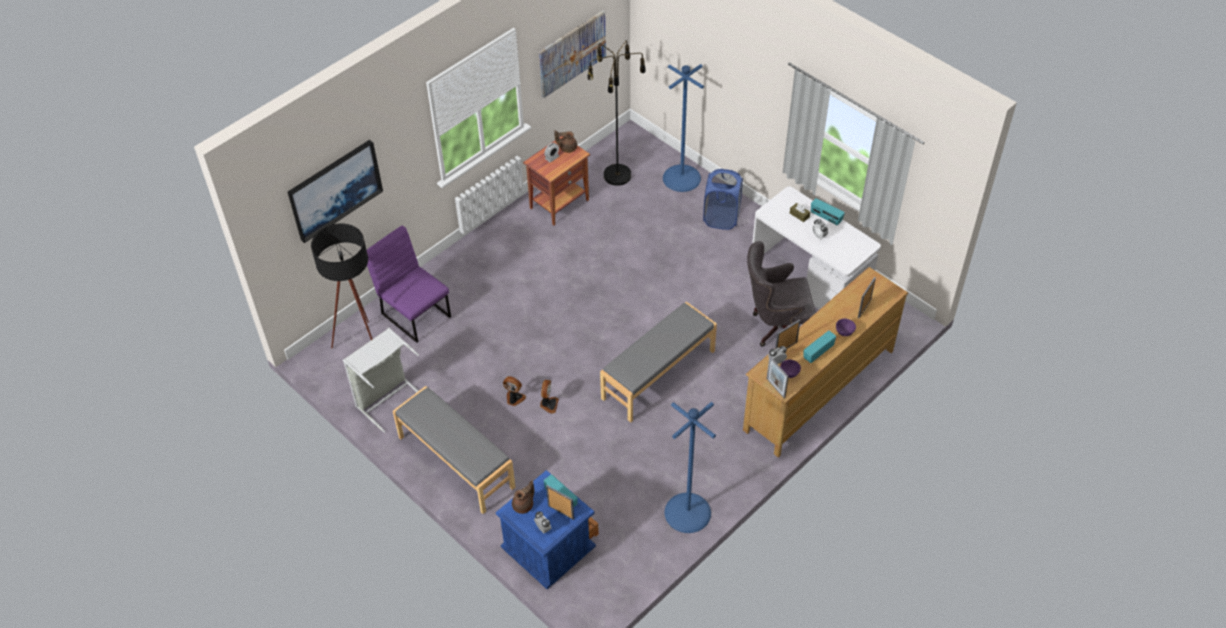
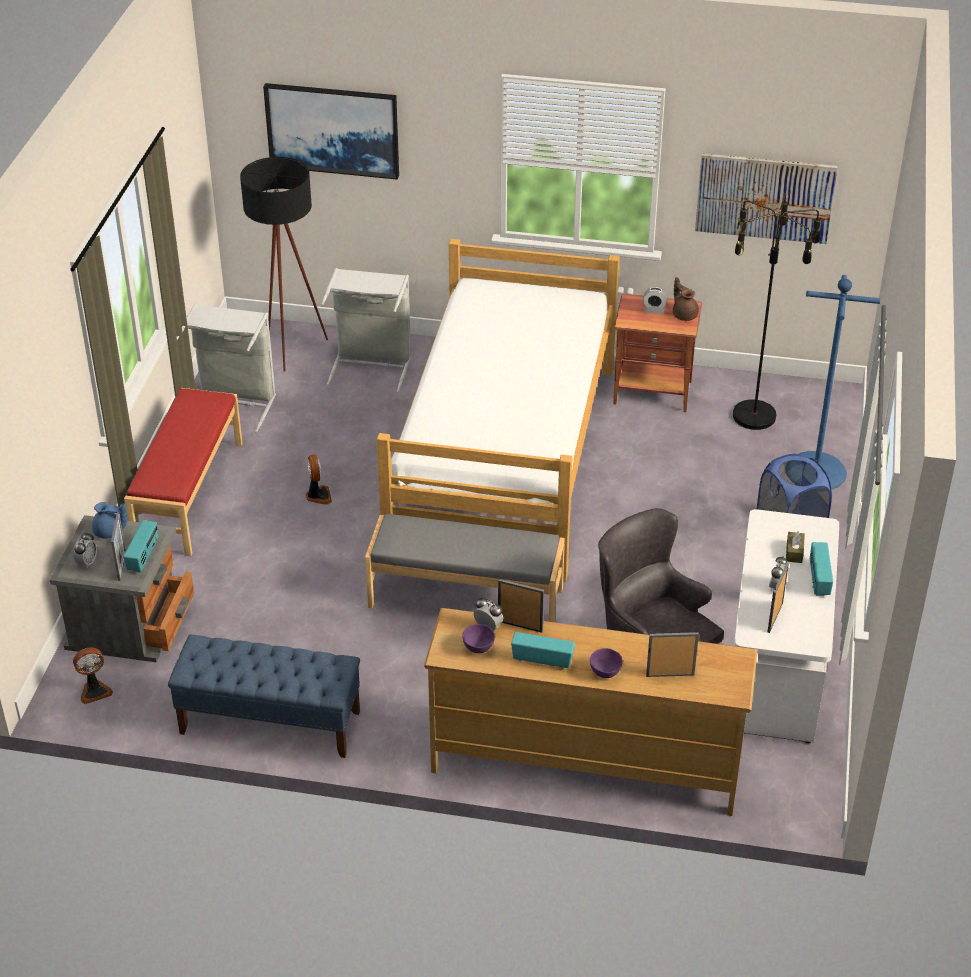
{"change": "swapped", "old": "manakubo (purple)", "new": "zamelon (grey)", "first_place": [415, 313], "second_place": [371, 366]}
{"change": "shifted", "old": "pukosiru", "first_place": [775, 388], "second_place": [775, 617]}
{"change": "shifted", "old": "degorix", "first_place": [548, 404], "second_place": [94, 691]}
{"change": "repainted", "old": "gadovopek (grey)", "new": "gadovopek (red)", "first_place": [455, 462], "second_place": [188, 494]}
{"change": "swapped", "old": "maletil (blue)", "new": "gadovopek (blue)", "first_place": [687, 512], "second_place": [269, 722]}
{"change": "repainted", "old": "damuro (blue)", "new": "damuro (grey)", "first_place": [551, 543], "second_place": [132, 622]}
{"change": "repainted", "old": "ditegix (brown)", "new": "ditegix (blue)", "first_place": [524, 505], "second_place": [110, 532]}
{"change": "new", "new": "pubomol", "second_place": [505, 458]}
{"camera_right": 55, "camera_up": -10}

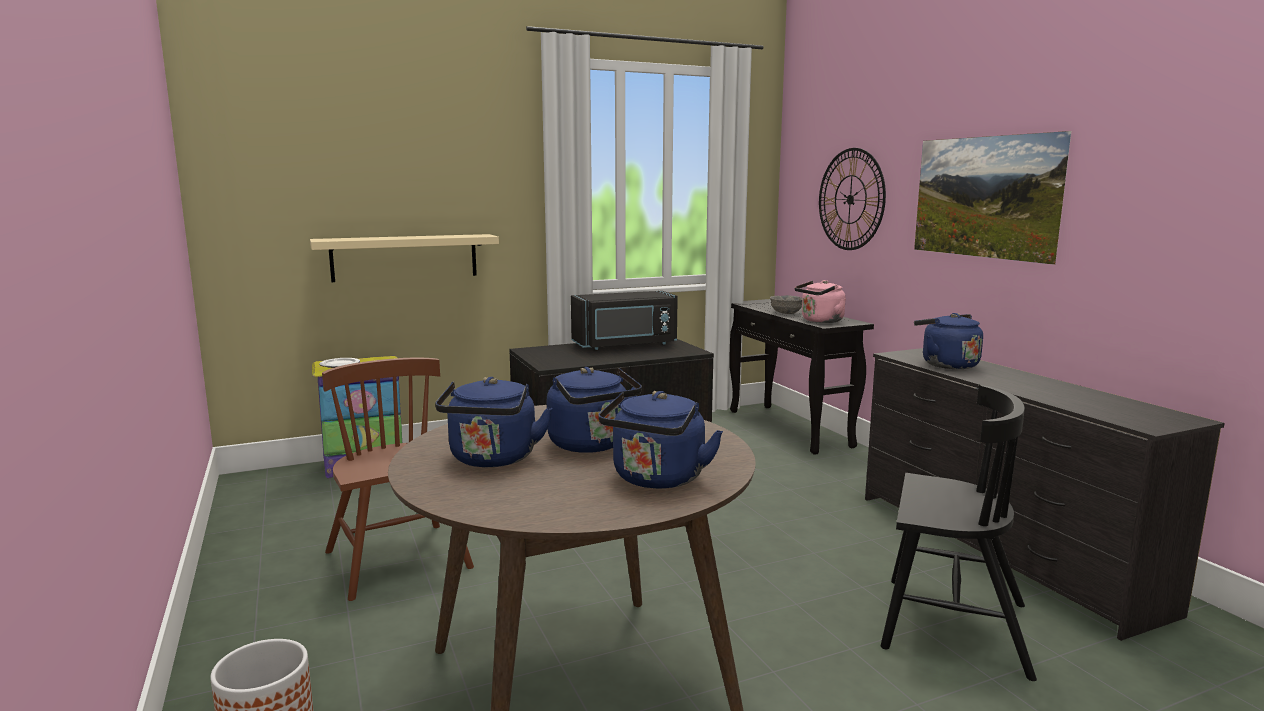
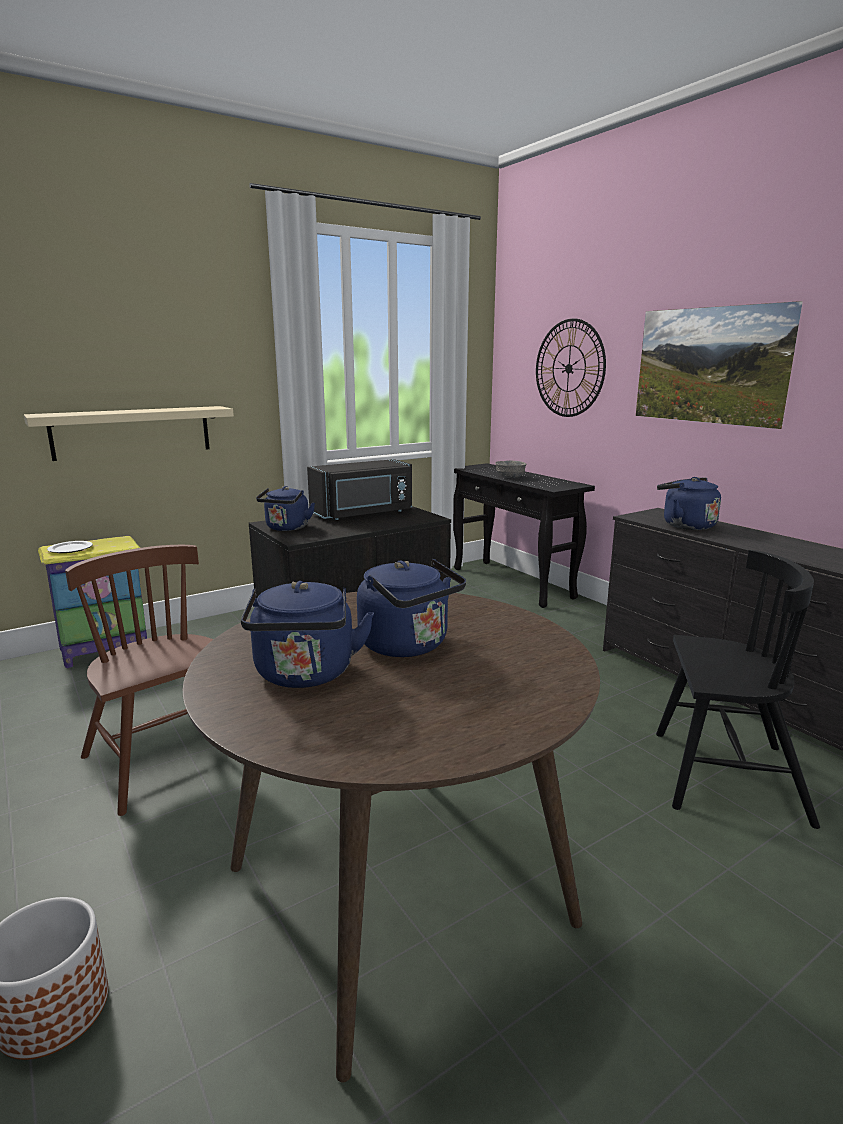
{"change": "gone", "old": "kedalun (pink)", "first_place": [820, 321]}
{"change": "shifted", "old": "kedalun (blue)", "first_place": [657, 480], "second_place": [286, 528]}
{"camera_right": -10, "camera_up": 5}

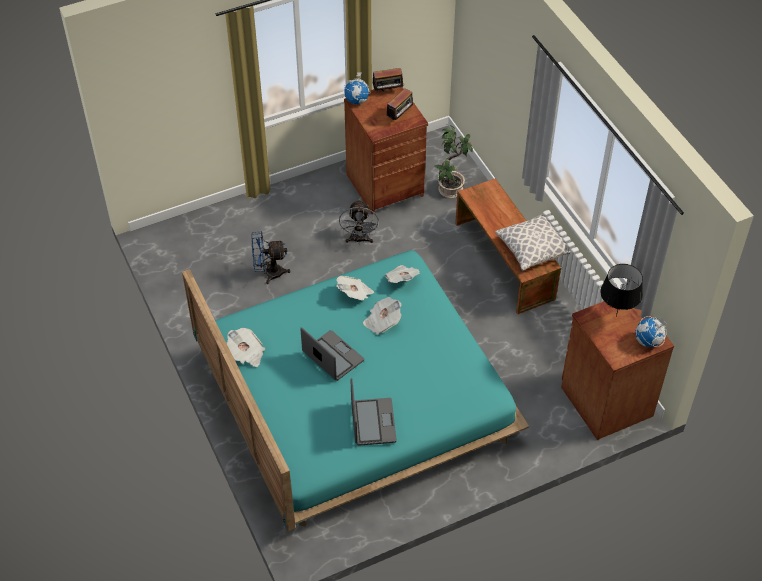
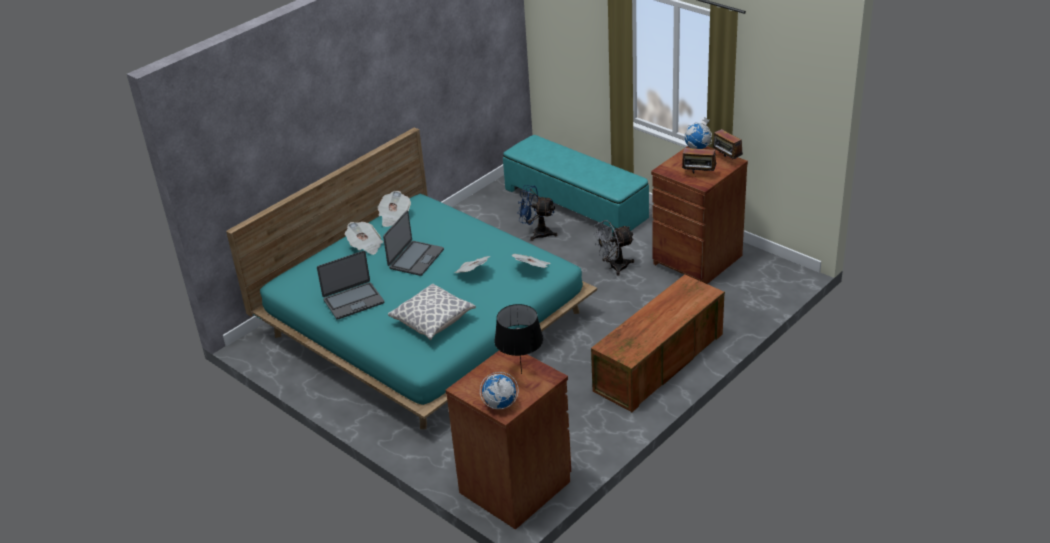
{"change": "gone", "old": "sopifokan", "first_place": [451, 190]}
{"change": "shifted", "old": "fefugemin", "first_place": [531, 250], "second_place": [433, 321]}
{"change": "rotated", "old": "degorix (blue)", "first_place": [269, 273], "second_place": [537, 233], "degrees": -45}
{"change": "shifted", "old": "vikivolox", "first_place": [355, 294], "second_place": [365, 246]}
{"change": "new", "new": "gadovopek (turquoise)", "second_place": [576, 203]}
{"camera_right": 70, "camera_up": -15}

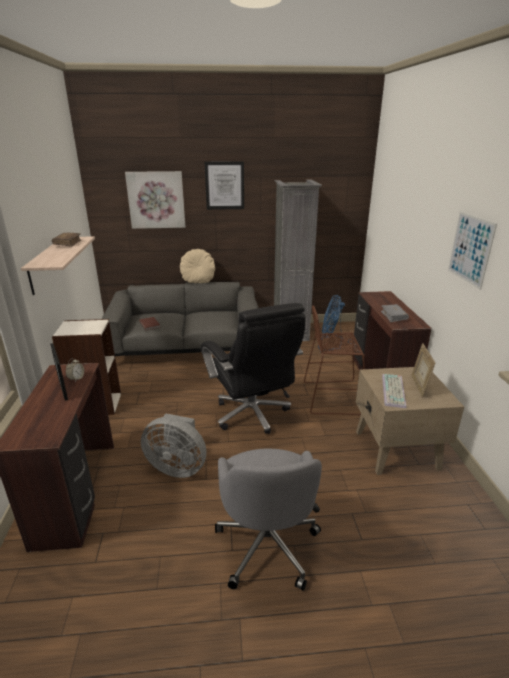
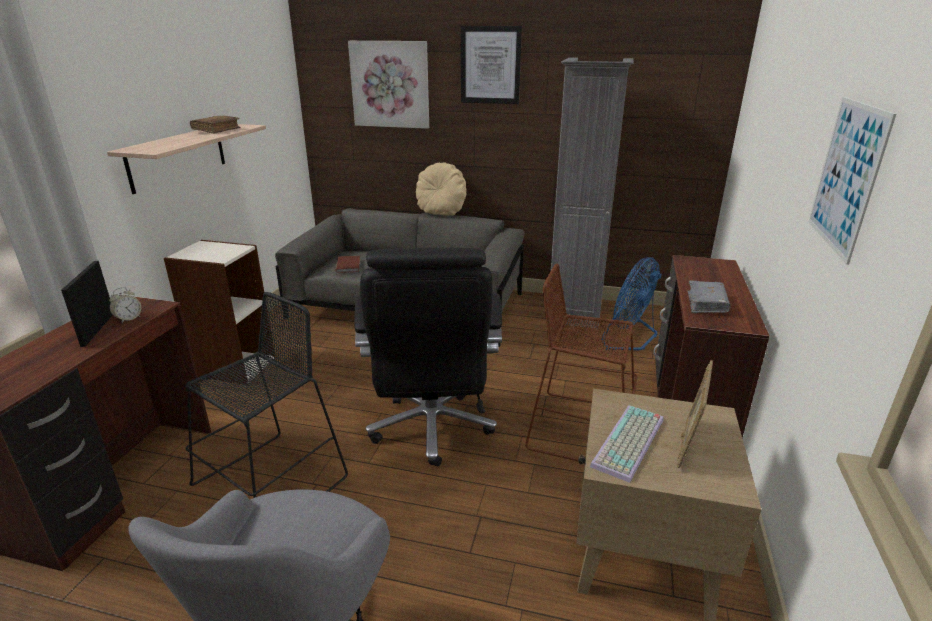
{"change": "swapped", "old": "degorix (grey)", "new": "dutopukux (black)", "first_place": [177, 467], "second_place": [270, 484]}
{"camera_right": 20, "camera_up": 0}

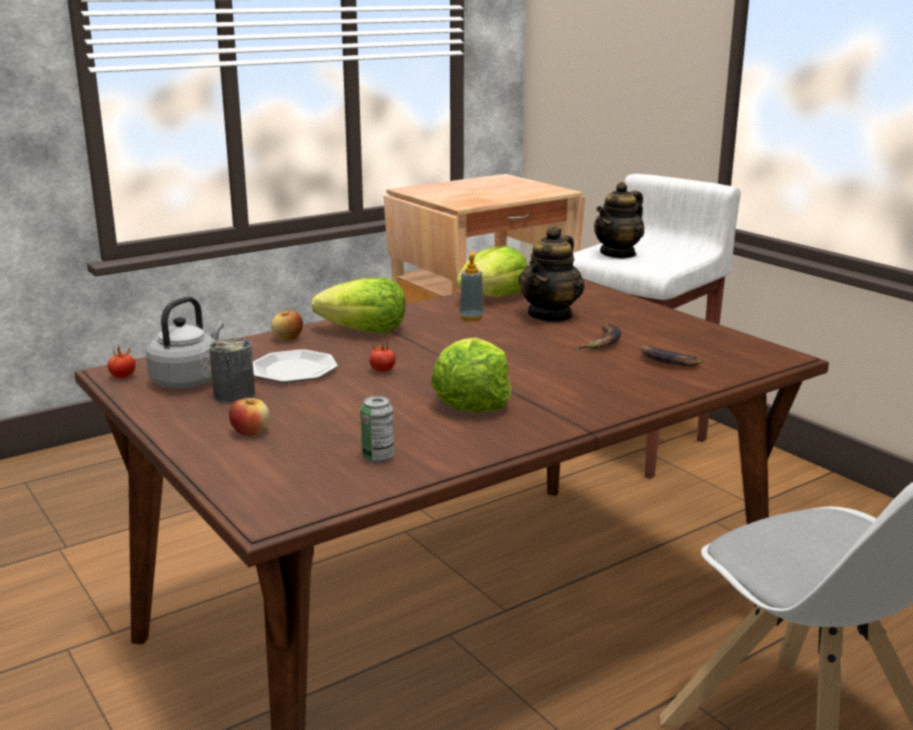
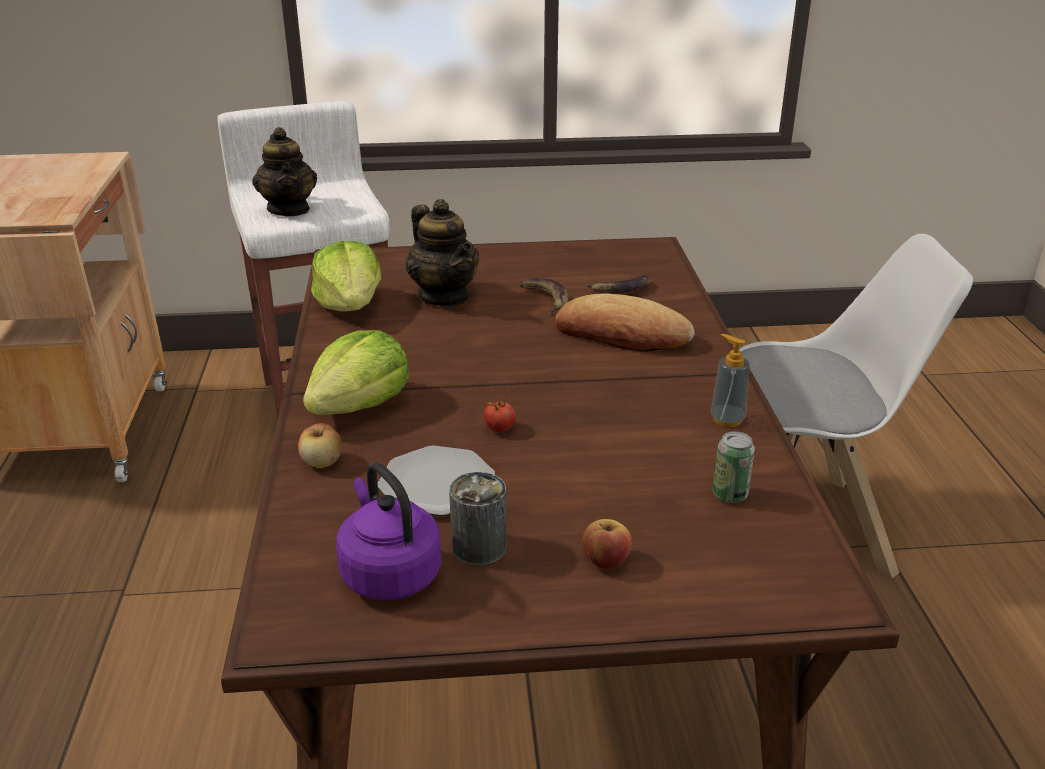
{"change": "shifted", "old": "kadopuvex", "first_place": [471, 318], "second_place": [727, 419]}
{"change": "repainted", "old": "kedalun (grey)", "new": "kedalun (purple)", "first_place": [188, 380], "second_place": [388, 572]}
{"change": "gone", "old": "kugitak", "first_place": [471, 401]}
{"change": "gone", "old": "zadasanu", "first_place": [123, 377]}
{"change": "new", "new": "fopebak", "second_place": [621, 335]}
{"camera_right": -60, "camera_up": 10}

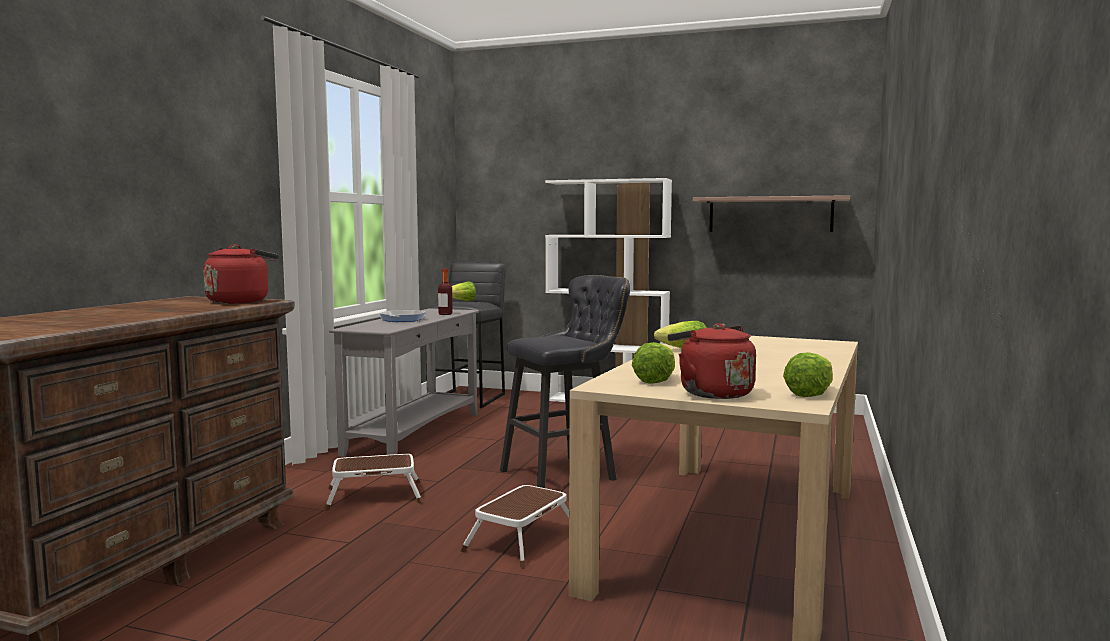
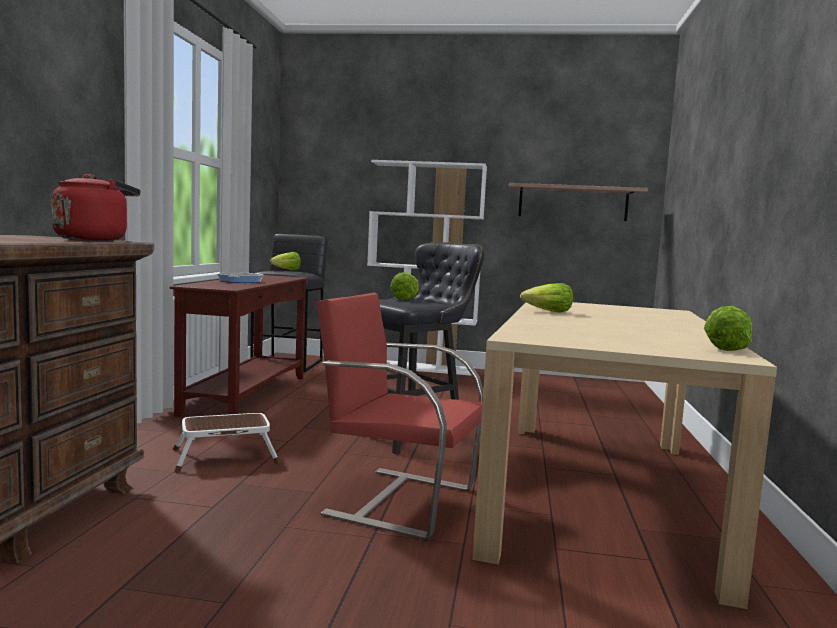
{"change": "gone", "old": "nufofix", "first_place": [445, 314]}
{"change": "repainted", "old": "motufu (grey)", "new": "motufu (brown)", "first_place": [414, 433], "second_place": [246, 395]}
{"change": "gone", "old": "kedalun (red)", "first_place": [712, 393]}
{"change": "shifted", "old": "kugitak", "first_place": [656, 380], "second_place": [405, 299]}
{"change": "swapped", "old": "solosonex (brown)", "new": "manakubo (red)", "first_place": [523, 540], "second_place": [398, 500]}
{"camera_right": -10, "camera_up": 0}

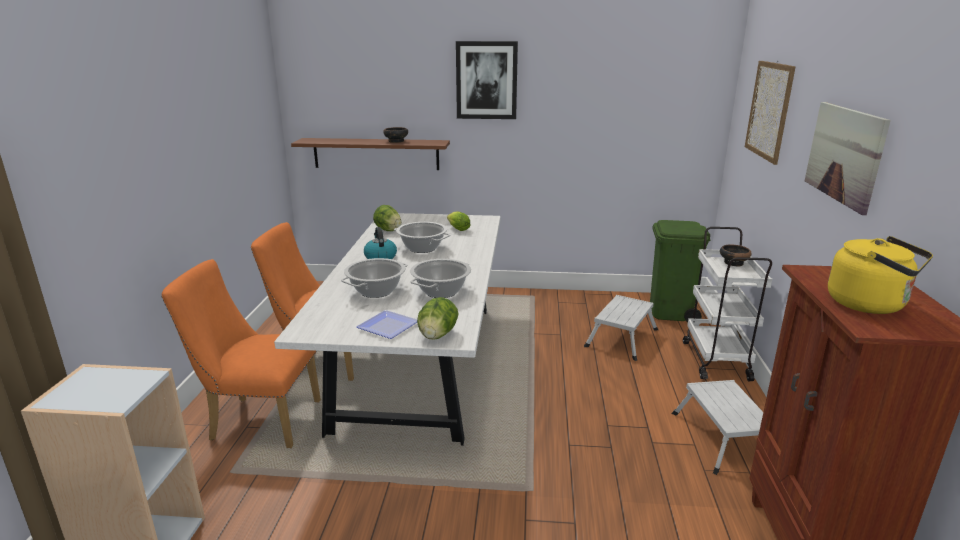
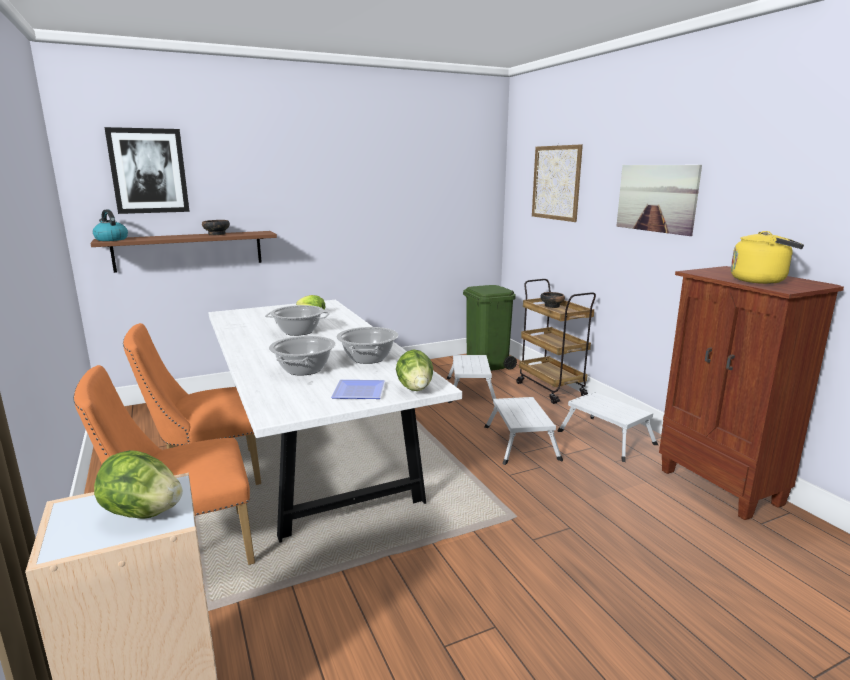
{"change": "shifted", "old": "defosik", "first_place": [486, 80], "second_place": [148, 171]}
{"change": "shifted", "old": "kugitak", "first_place": [388, 230], "second_place": [142, 513]}
{"change": "shifted", "old": "kedalun", "first_place": [380, 257], "second_place": [111, 239]}
{"change": "repainted", "old": "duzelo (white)", "new": "duzelo (brown)", "first_place": [716, 361], "second_place": [551, 390]}
{"change": "new", "new": "solosonex (white)", "second_place": [521, 442]}
{"camera_right": -30, "camera_up": -5}

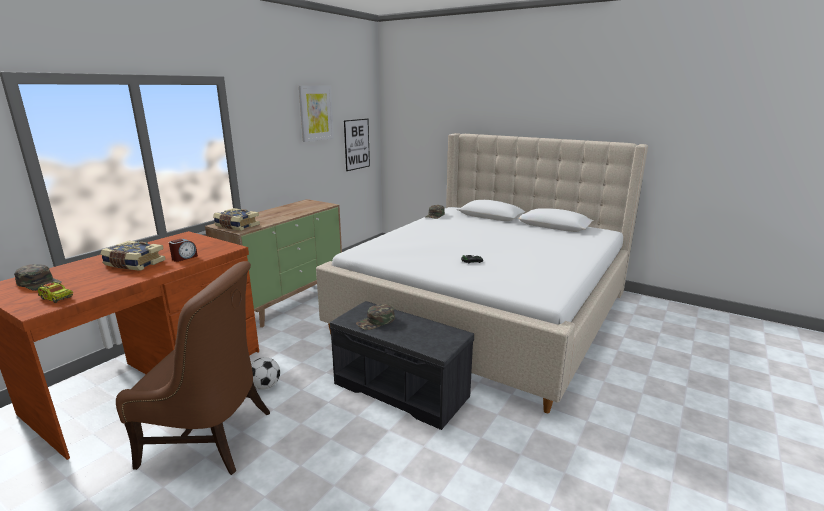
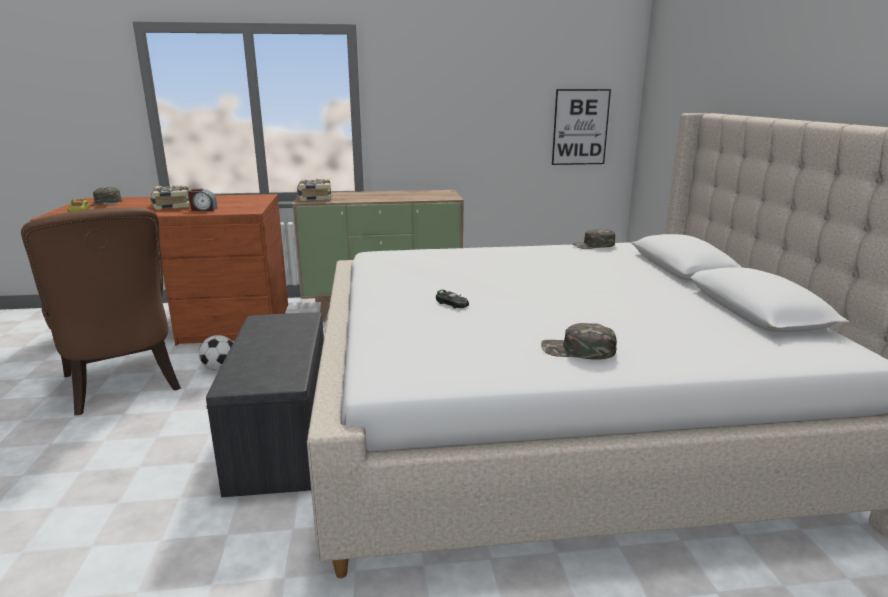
{"change": "gone", "old": "defosik", "first_place": [316, 113]}
{"change": "shifted", "old": "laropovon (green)", "first_place": [376, 322], "second_place": [577, 350]}
{"camera_right": 50, "camera_up": 0}

